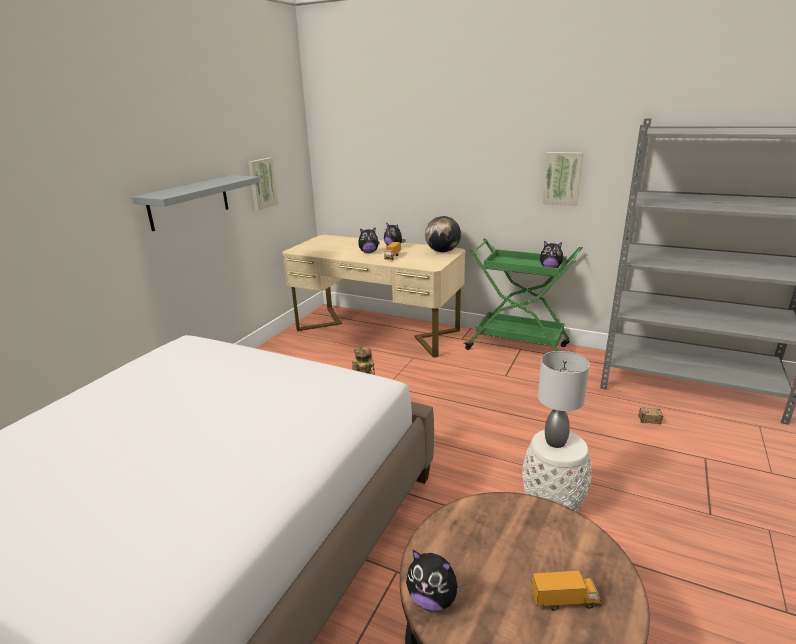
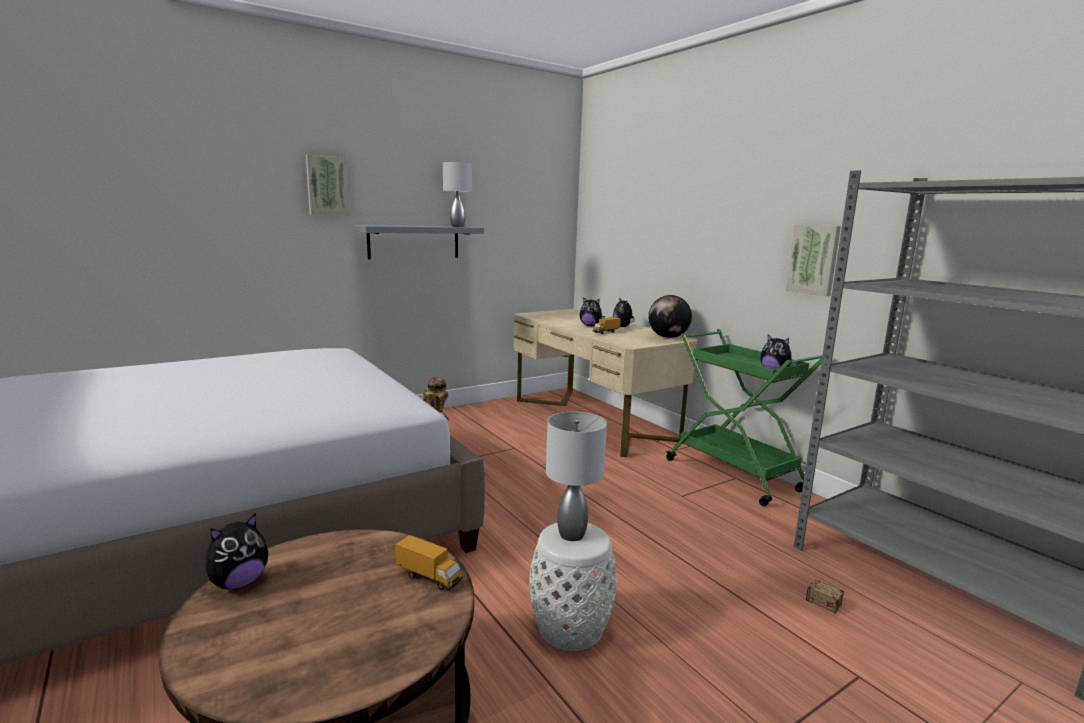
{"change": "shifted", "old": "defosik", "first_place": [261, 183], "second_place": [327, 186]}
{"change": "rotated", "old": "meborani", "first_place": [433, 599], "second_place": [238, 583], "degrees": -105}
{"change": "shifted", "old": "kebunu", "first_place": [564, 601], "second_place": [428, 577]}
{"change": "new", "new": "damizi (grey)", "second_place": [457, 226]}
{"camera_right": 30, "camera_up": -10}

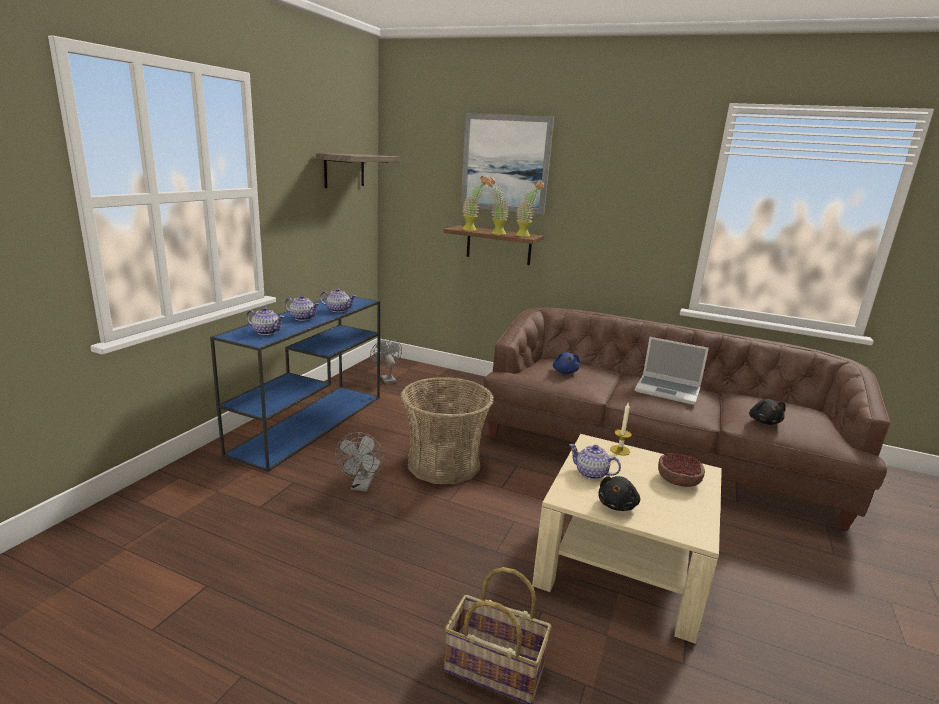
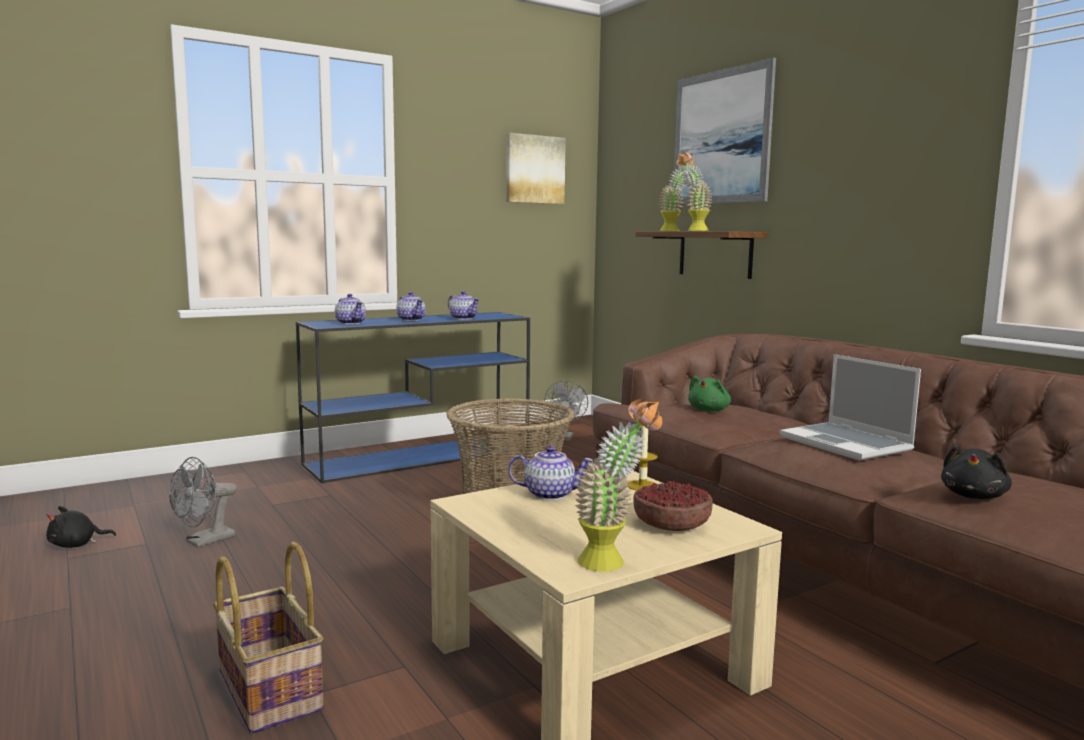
{"change": "swapped", "old": "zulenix", "new": "defosik", "first_place": [344, 170], "second_place": [534, 169]}
{"change": "shifted", "old": "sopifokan", "first_place": [526, 235], "second_place": [613, 563]}
{"change": "repainted", "old": "meborani (blue)", "new": "meborani (green)", "first_place": [565, 372], "second_place": [709, 410]}
{"change": "shifted", "old": "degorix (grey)", "first_place": [361, 486], "second_place": [204, 541]}
{"change": "rotated", "old": "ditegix", "first_place": [591, 474], "second_place": [549, 494], "degrees": 120}
{"change": "shifted", "old": "meborani (black)", "first_place": [617, 505], "second_place": [76, 545]}
{"camera_right": 35, "camera_up": -10}

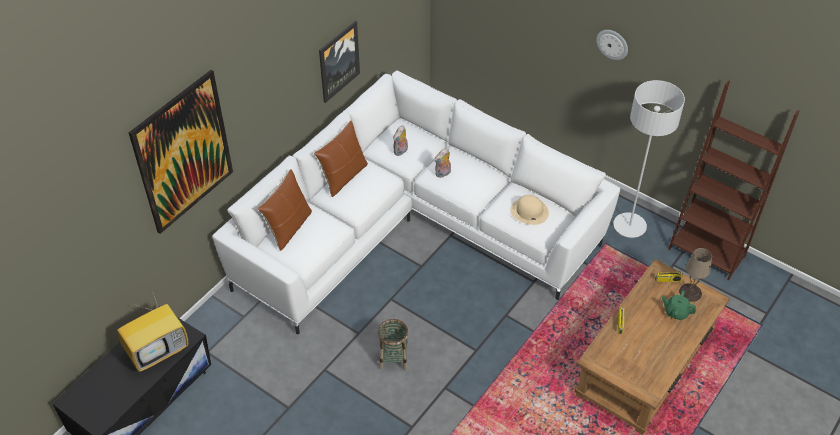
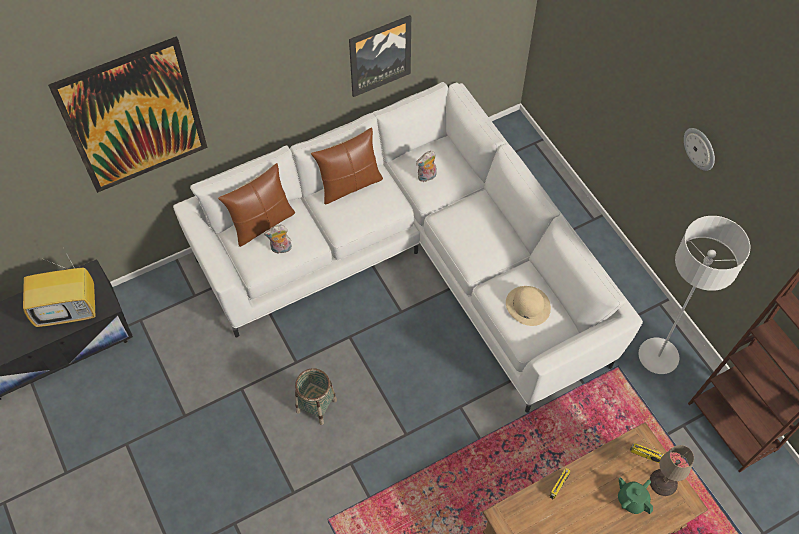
{"change": "shifted", "old": "meborani", "first_place": [443, 174], "second_place": [281, 249]}
{"camera_right": 25, "camera_up": 10}

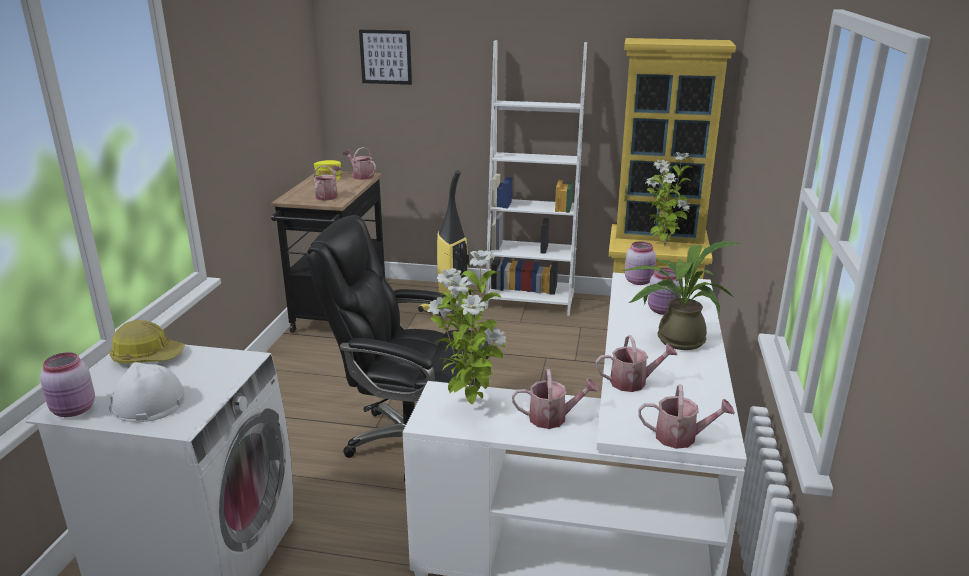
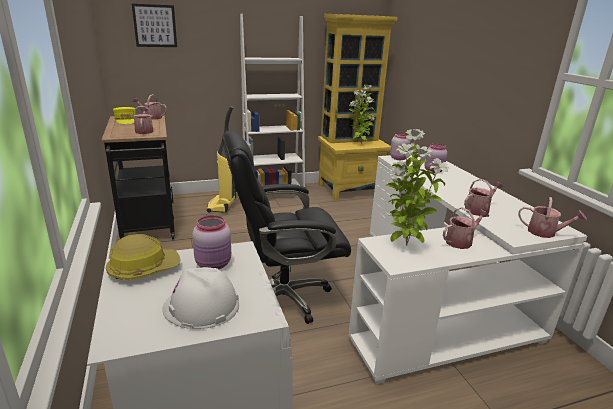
{"change": "gone", "old": "sopifokan", "first_place": [674, 339]}
{"change": "shifted", "old": "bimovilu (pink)", "first_place": [74, 410], "second_place": [214, 264]}
{"change": "rotated", "old": "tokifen", "first_place": [681, 437], "second_place": [545, 233], "degrees": 45}
{"camera_right": -30, "camera_up": 0}

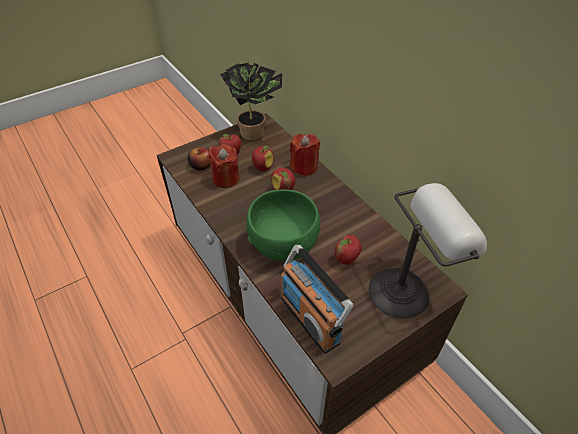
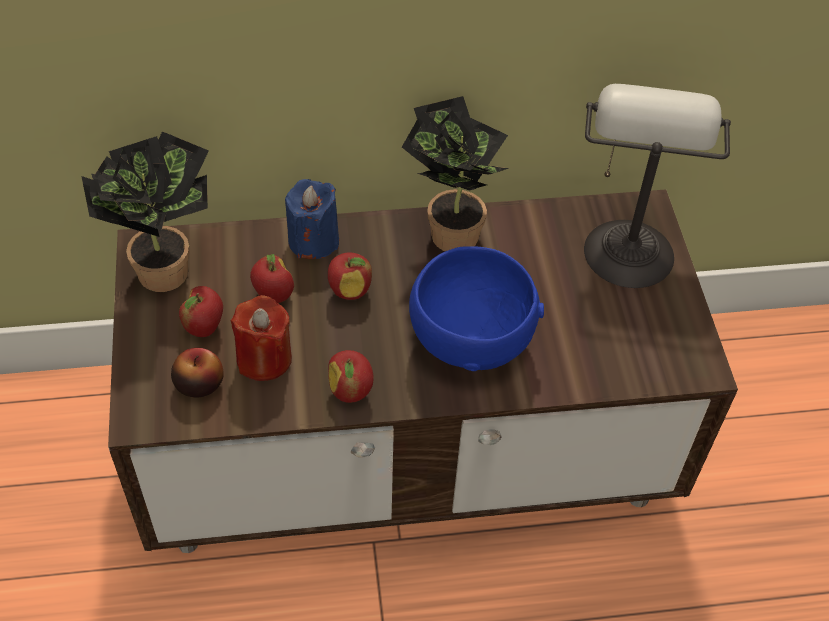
{"change": "repainted", "old": "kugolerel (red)", "new": "kugolerel (blue)", "first_place": [304, 167], "second_place": [313, 240]}
{"change": "repainted", "old": "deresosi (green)", "new": "deresosi (blue)", "first_place": [284, 244], "second_place": [470, 339]}
{"change": "shifted", "old": "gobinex", "first_place": [346, 259], "second_place": [351, 391]}
{"change": "gone", "old": "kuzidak", "first_place": [310, 319]}
{"change": "new", "new": "sopifokan", "second_place": [449, 231]}
{"camera_right": -65, "camera_up": 5}

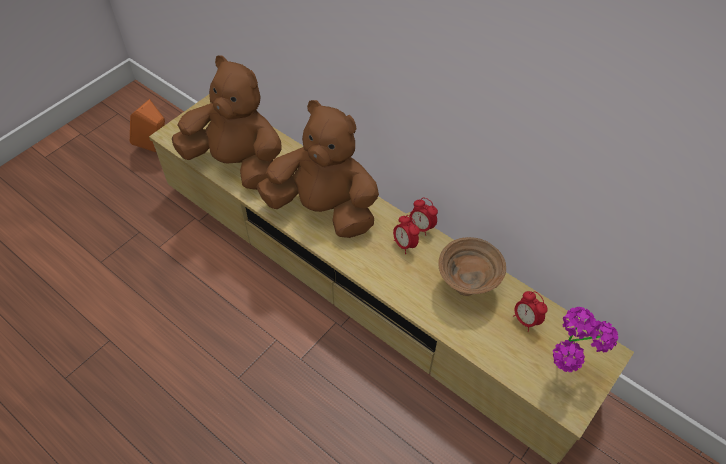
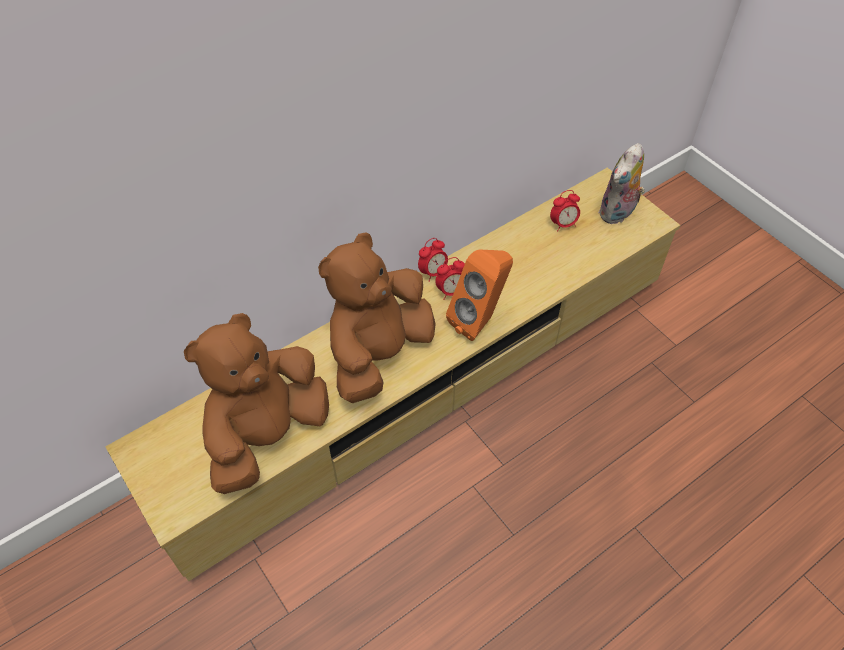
{"change": "shifted", "old": "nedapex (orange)", "first_place": [157, 150], "second_place": [480, 320]}
{"change": "gone", "old": "deresosi (brown)", "first_place": [467, 286]}
{"change": "swapped", "old": "sopifokan", "new": "meborani", "first_place": [566, 370], "second_place": [618, 213]}
{"camera_right": -75, "camera_up": 0}

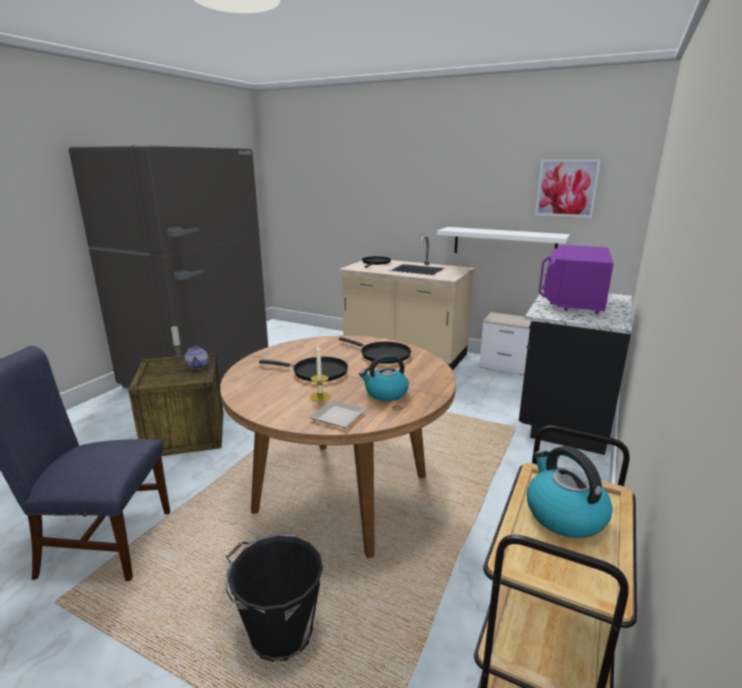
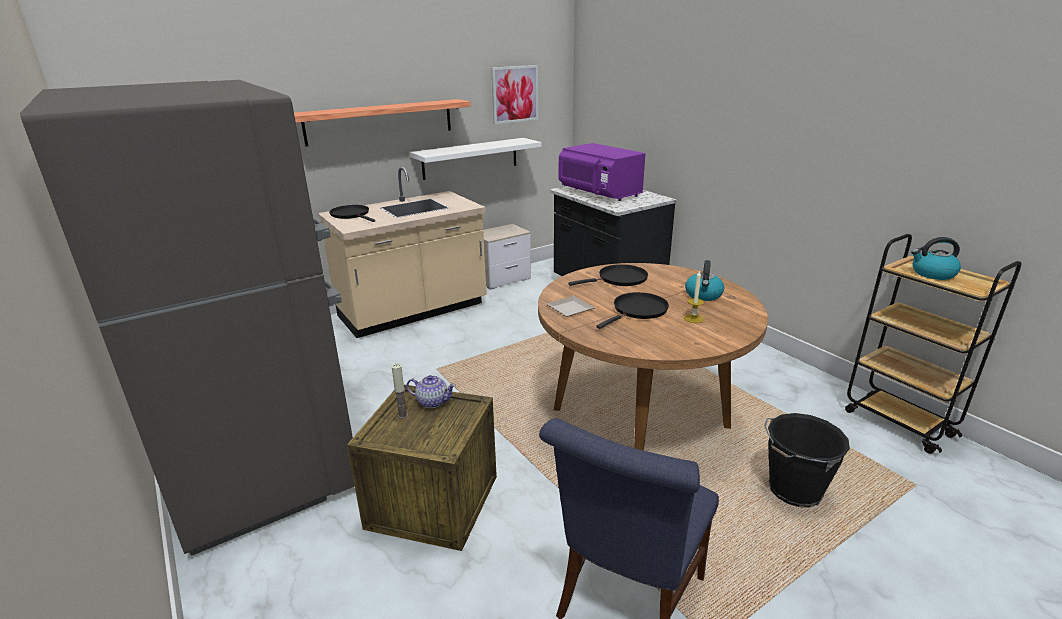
{"change": "shifted", "old": "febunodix", "first_place": [340, 416], "second_place": [570, 308]}
{"change": "new", "new": "zulenix", "second_place": [380, 121]}
{"camera_right": -60, "camera_up": 5}

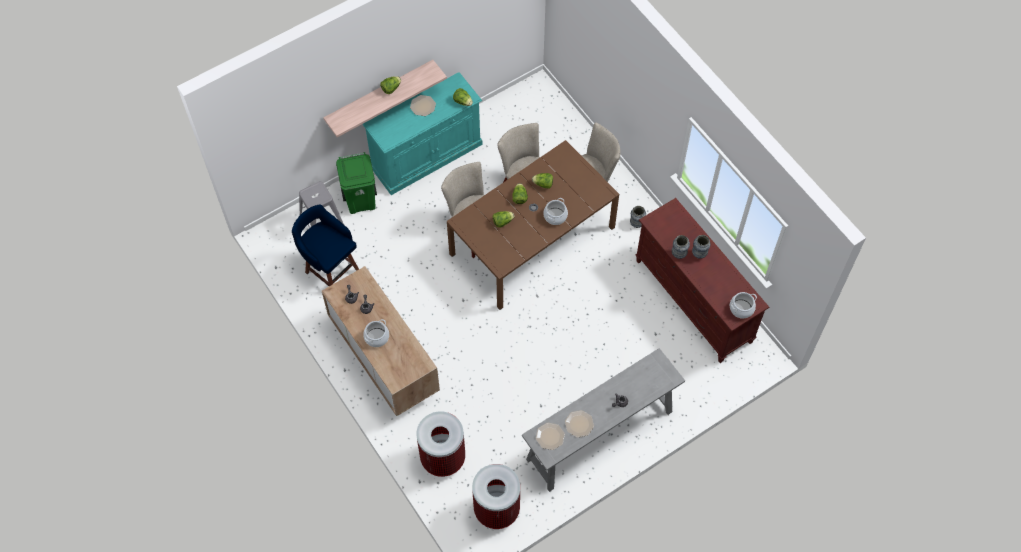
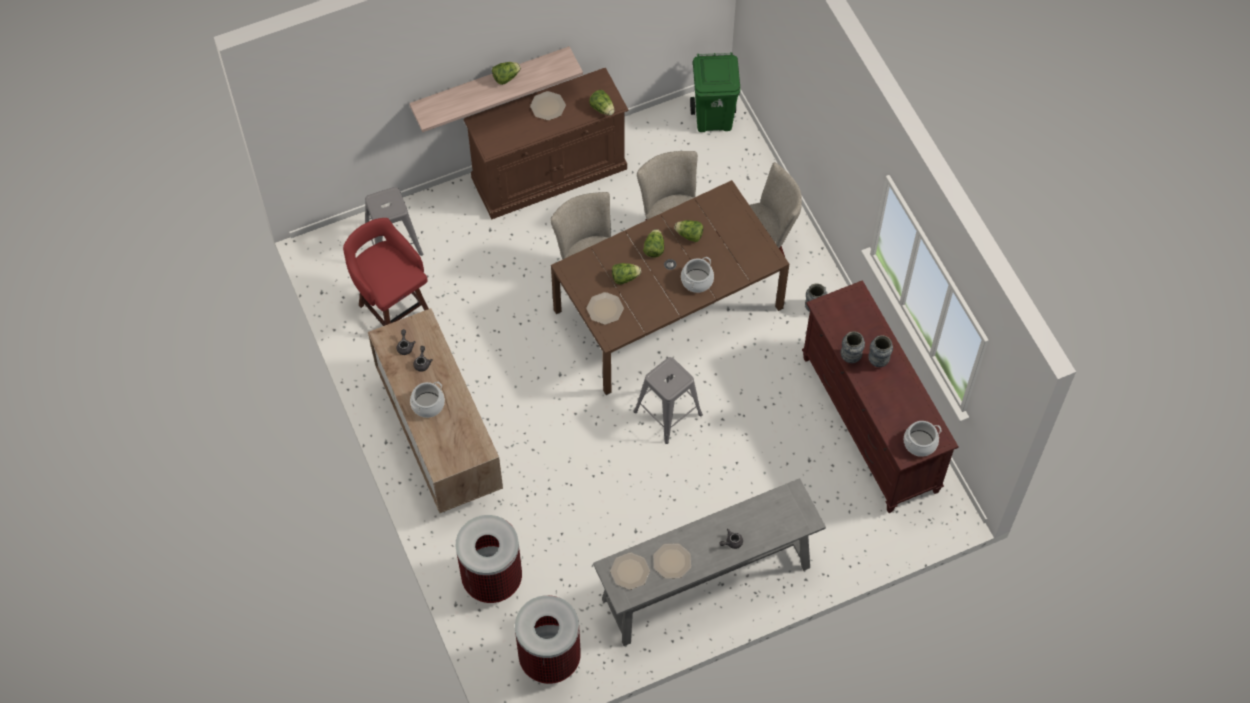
{"change": "repainted", "old": "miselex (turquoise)", "new": "miselex (brown)", "first_place": [427, 156], "second_place": [550, 174]}
{"change": "shifted", "old": "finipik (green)", "first_place": [361, 201], "second_place": [714, 118]}
{"change": "repainted", "old": "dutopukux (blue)", "new": "dutopukux (red)", "first_place": [331, 270], "second_place": [393, 307]}
{"change": "new", "new": "febunodix", "second_place": [604, 308]}
{"change": "new", "new": "dutopukux (grey)", "second_place": [668, 413]}
{"camera_right": 10, "camera_up": 0}

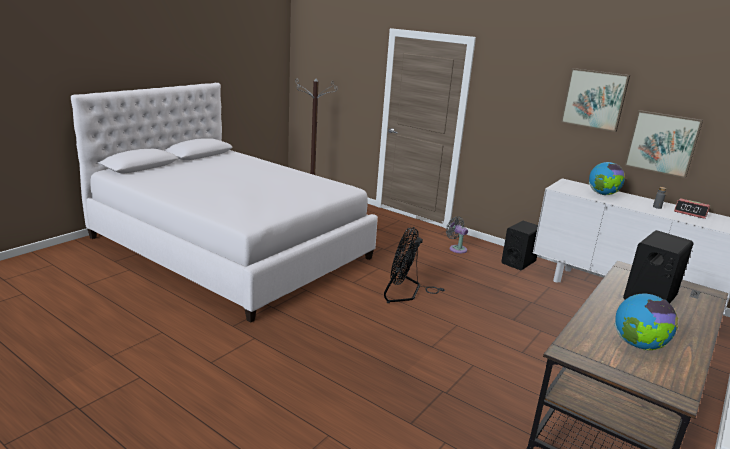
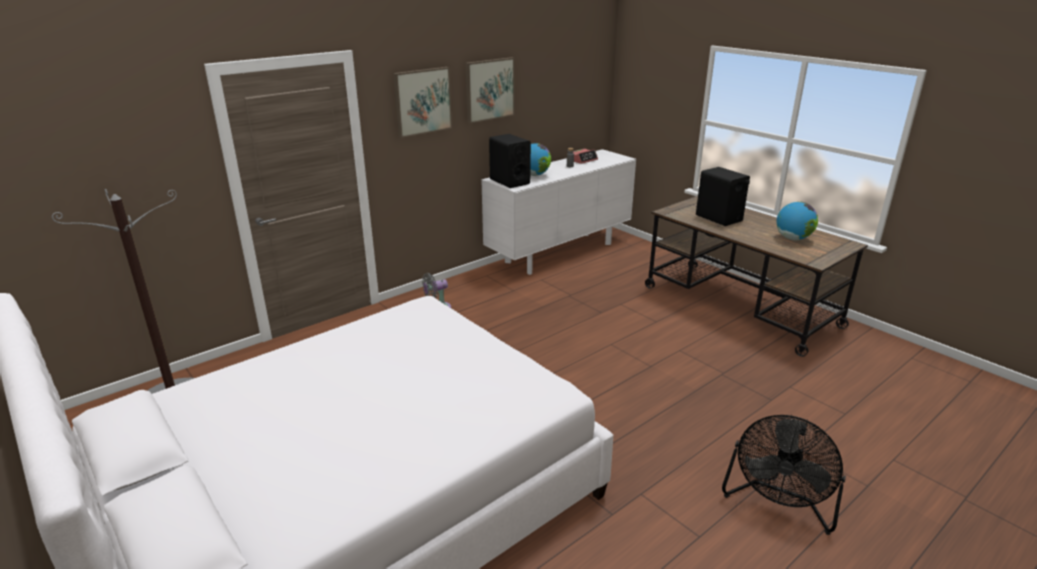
{"change": "shifted", "old": "defosik", "first_place": [662, 143], "second_place": [422, 101]}
{"change": "shifted", "old": "nedapex (black)", "first_place": [518, 262], "second_place": [509, 181]}
{"change": "shifted", "old": "degorix (black)", "first_place": [407, 290], "second_place": [775, 499]}
{"camera_right": -75, "camera_up": 5}

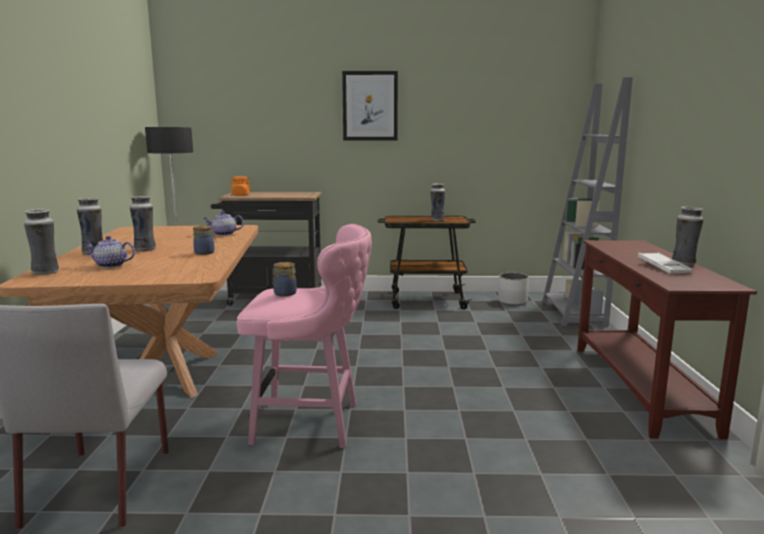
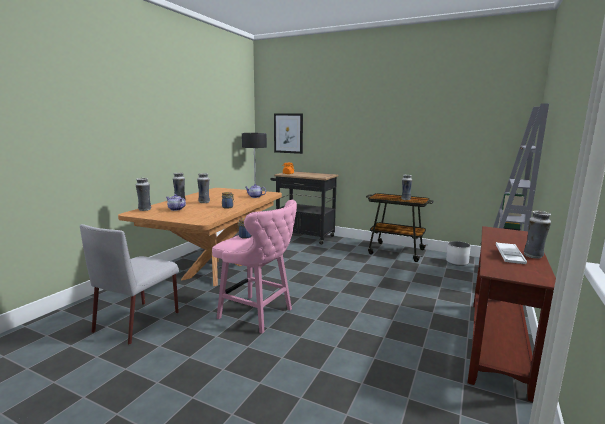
{"change": "shifted", "old": "defosik", "first_place": [370, 106], "second_place": [288, 133]}
{"camera_right": 25, "camera_up": 0}

